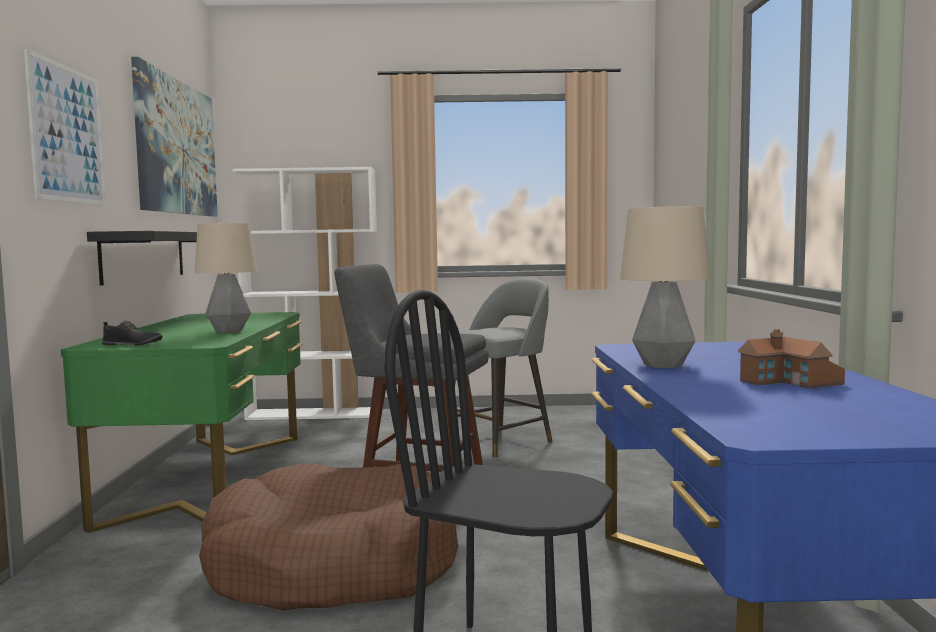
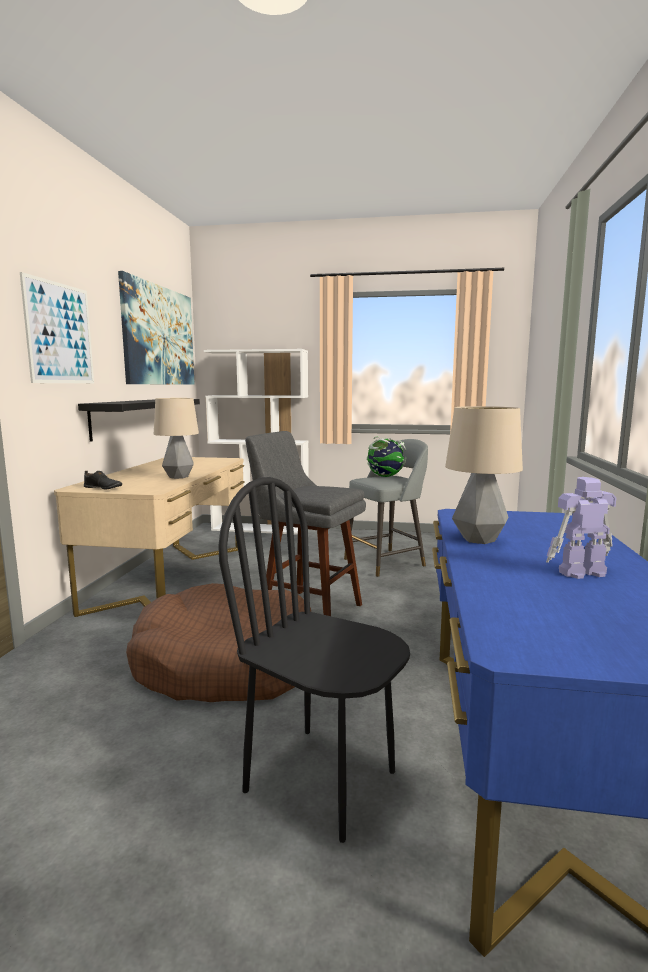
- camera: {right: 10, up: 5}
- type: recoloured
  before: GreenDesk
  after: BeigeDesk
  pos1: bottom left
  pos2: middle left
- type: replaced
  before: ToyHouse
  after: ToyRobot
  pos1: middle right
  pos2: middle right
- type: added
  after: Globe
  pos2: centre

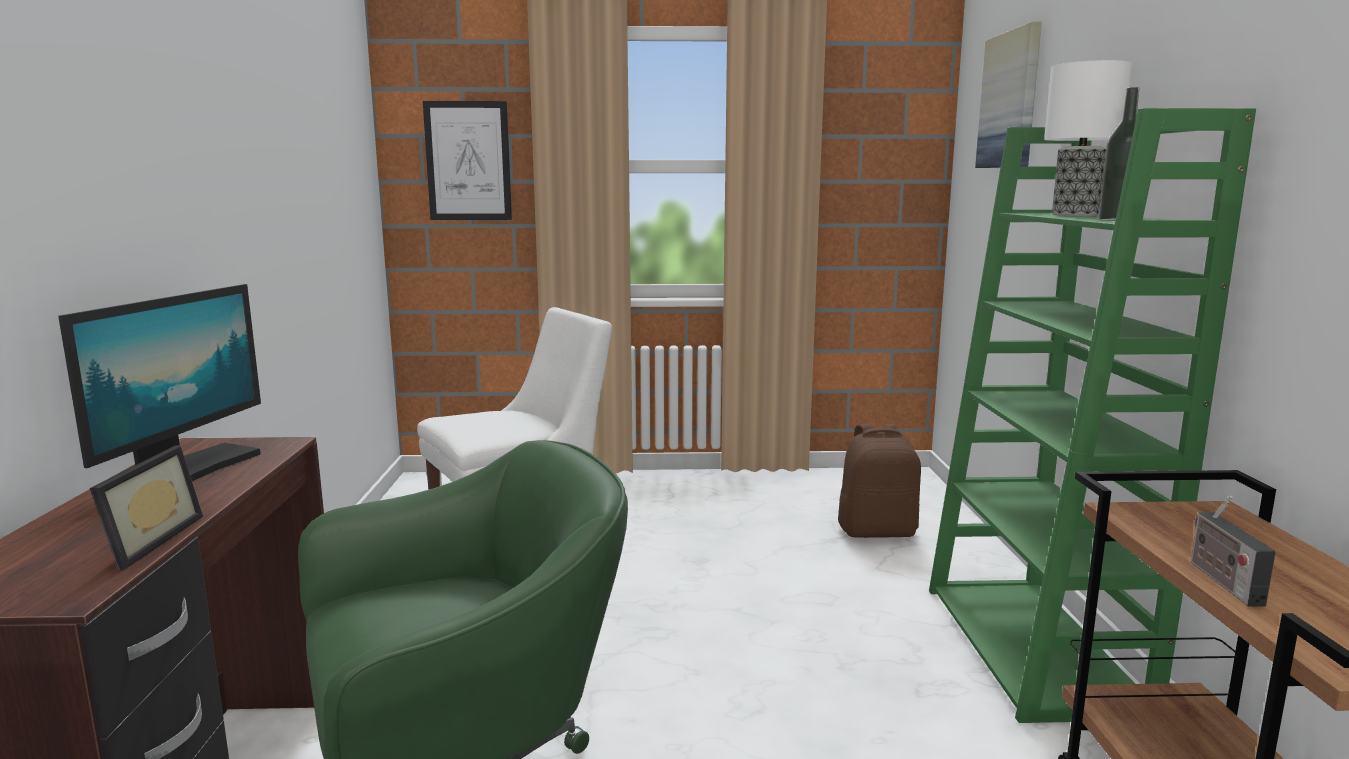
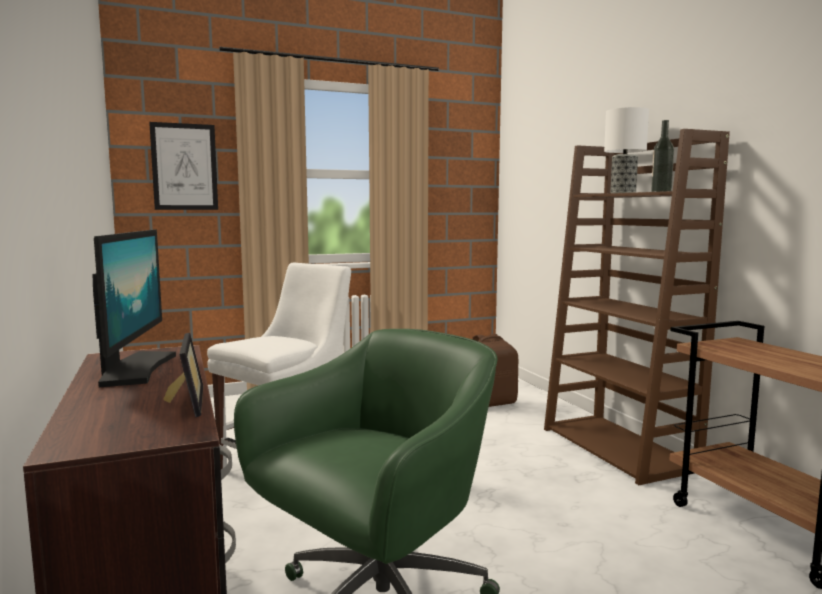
- camera: {right: -20, up: -5}
- type: removed
  before: Picture (2nd from left)
  pos1: top right
- type: recoloured
  before: GreenBookcase
  after: BrownBookcase
  pos1: middle right
  pos2: middle right
- type: removed
  before: Radio
  pos1: bottom right

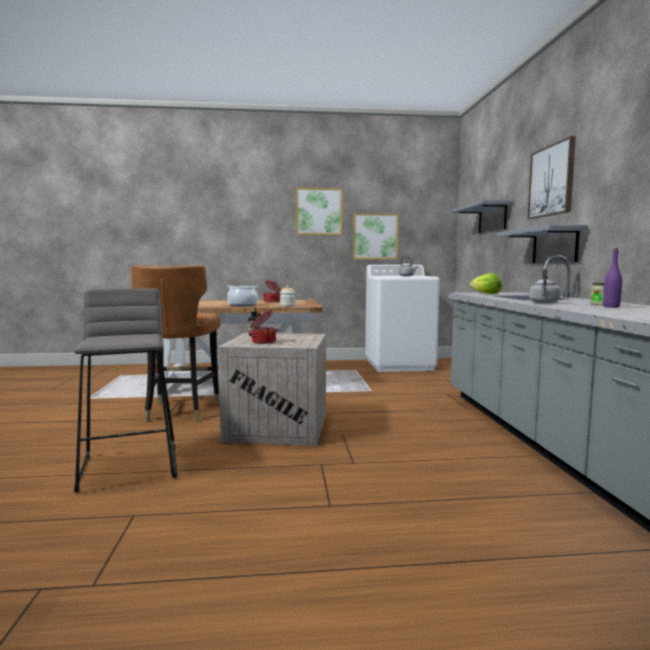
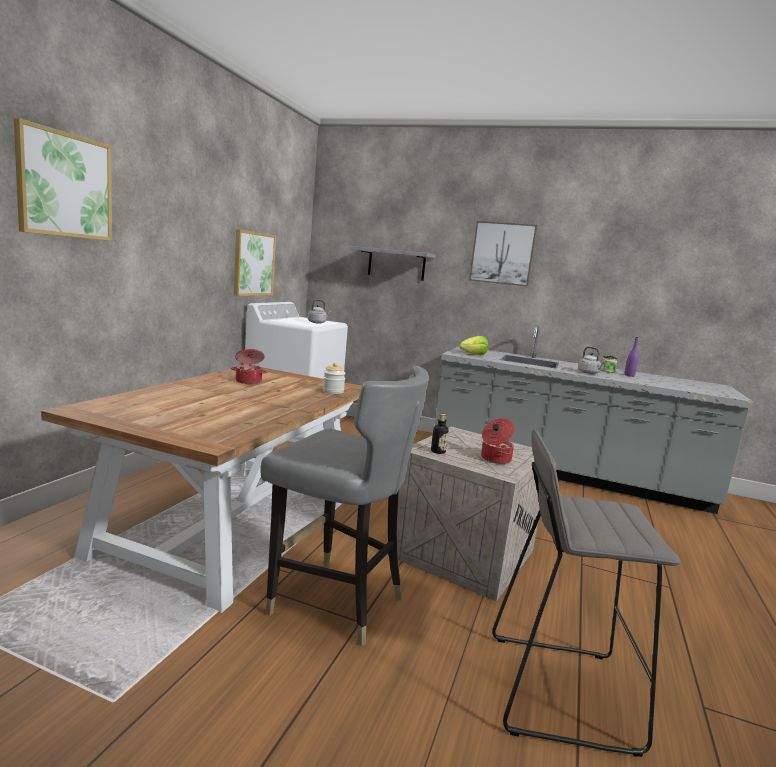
- camera: {right: -65, up: 5}
- type: moved
  before: Picture (1st from left)
  pos1: top centre
  pos2: top left
- type: removed
  before: GreyShelf (2nd from left)
  pos1: middle right
- type: recoloured
  before: BrownChair
  after: GreyChair
  pos1: middle left
  pos2: centre
- type: removed
  before: CookingPot (1st from left)
  pos1: centre

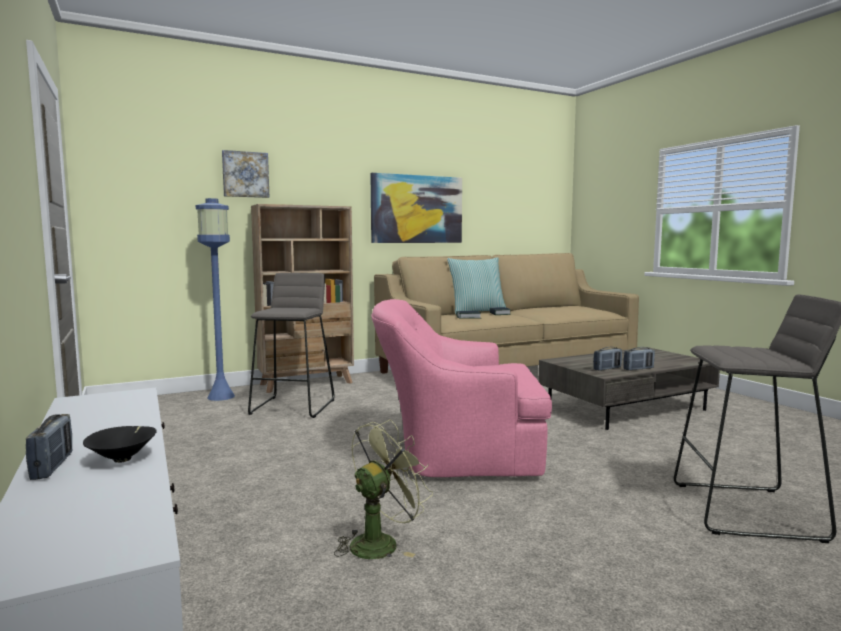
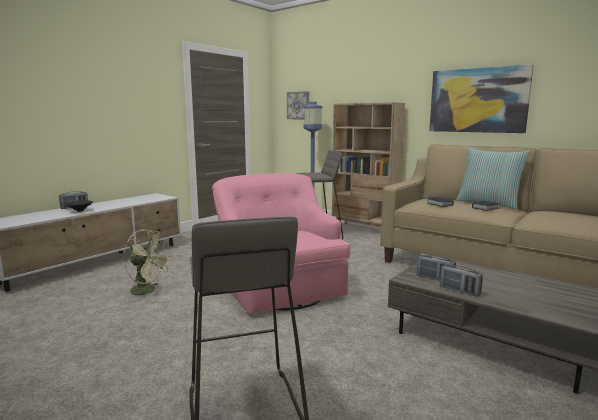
- camera: {right: 65, up: 5}
- type: moved
  before: Picture (1st from left)
  pos1: top left
  pos2: top centre

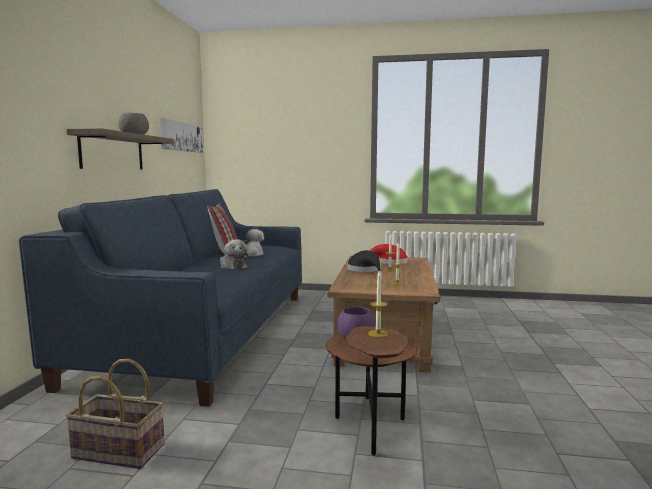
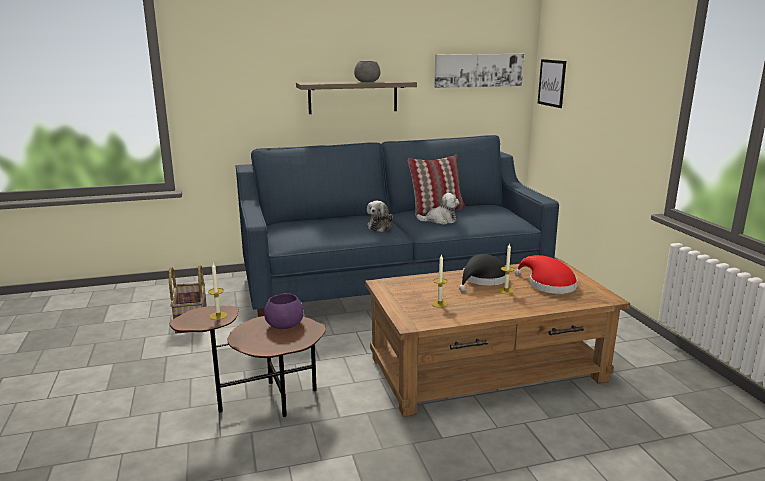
- camera: {right: 65, up: 10}
- type: added
  after: Picture (2nd from left)
  pos2: top right

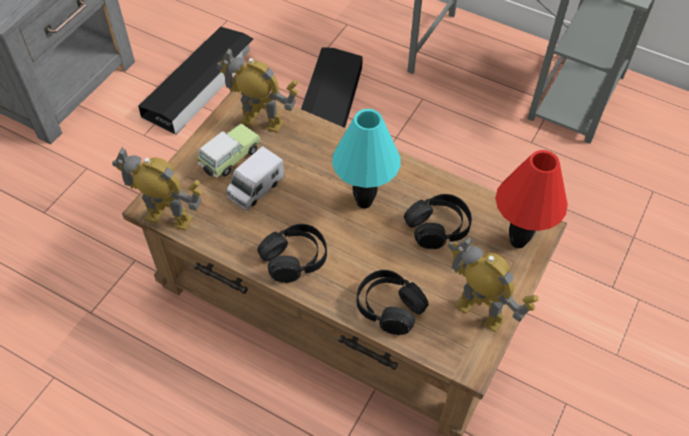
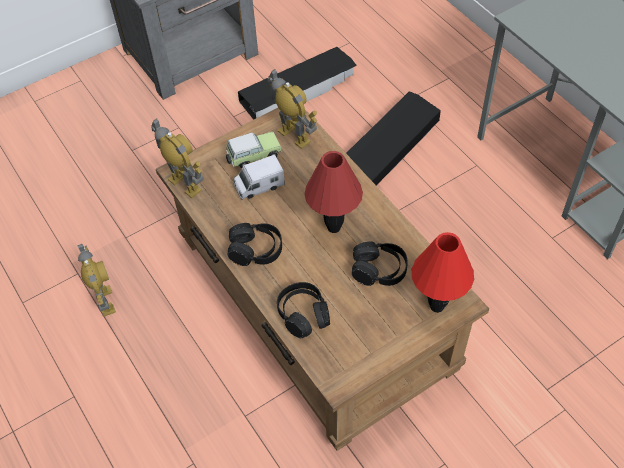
- camera: {right: 30, up: 0}
- type: recoloured
  before: TurquoiseTableLamp
  after: RedTableLamp (1st from left)
  pos1: centre
  pos2: centre
- type: moved
  before: ToyRobot (3rd from left in the first image)
  after: ToyRobot (1st from left)
  pos1: middle right
  pos2: middle left

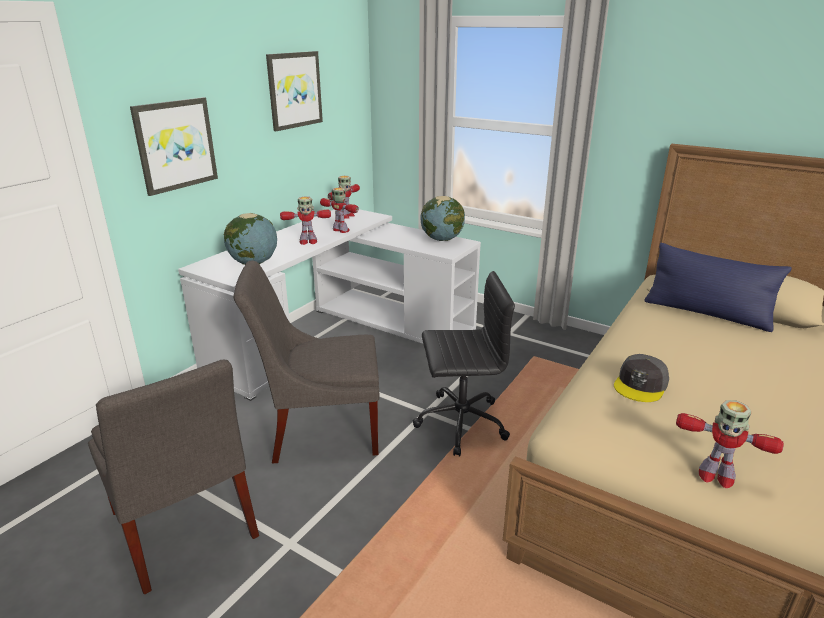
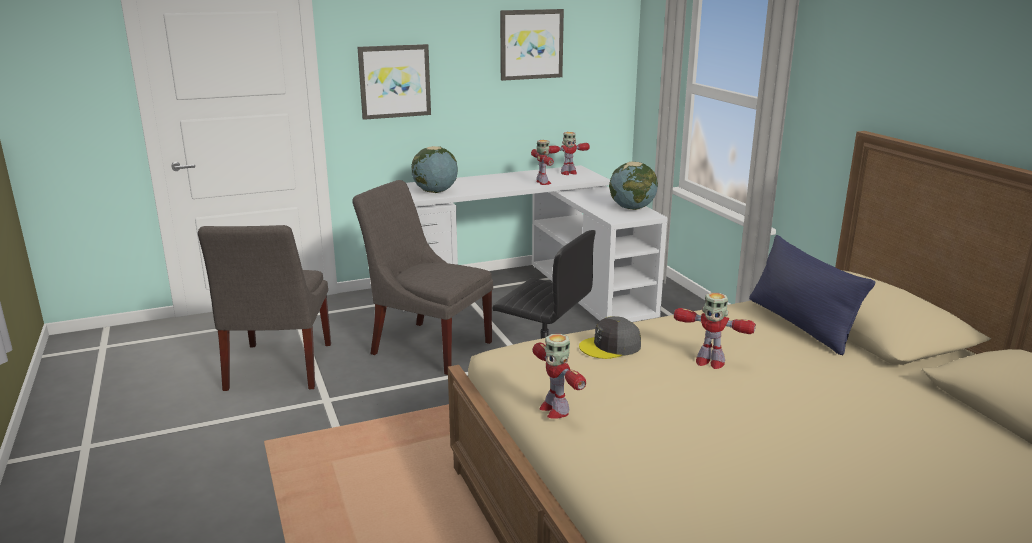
- camera: {right: 35, up: -5}
- type: moved
  before: ToyRobot (1st from left in the first image)
  after: ToyRobot (4th from left)
  pos1: centre
  pos2: middle right

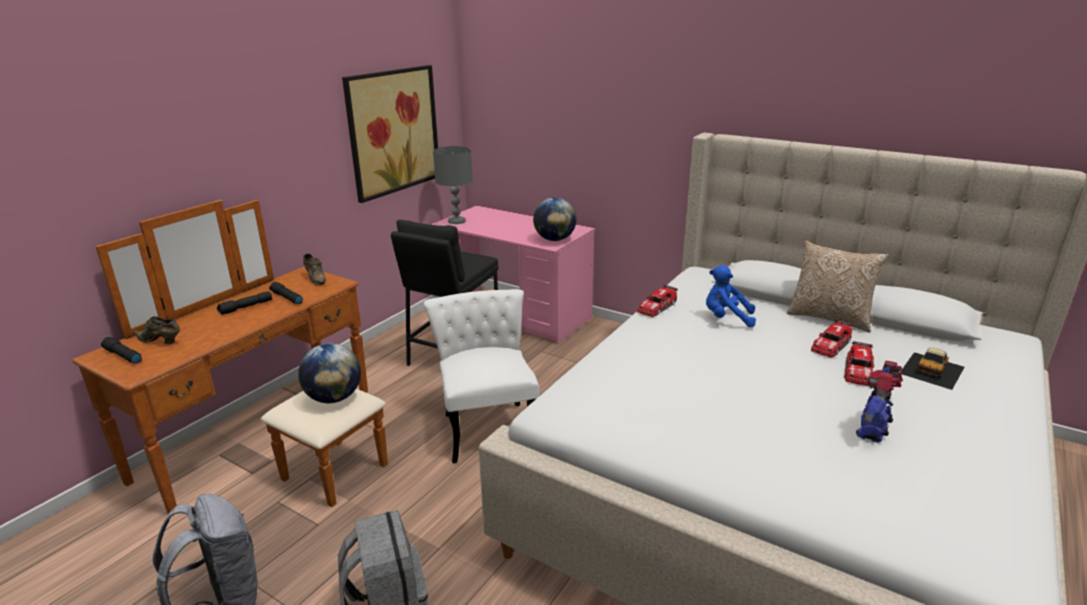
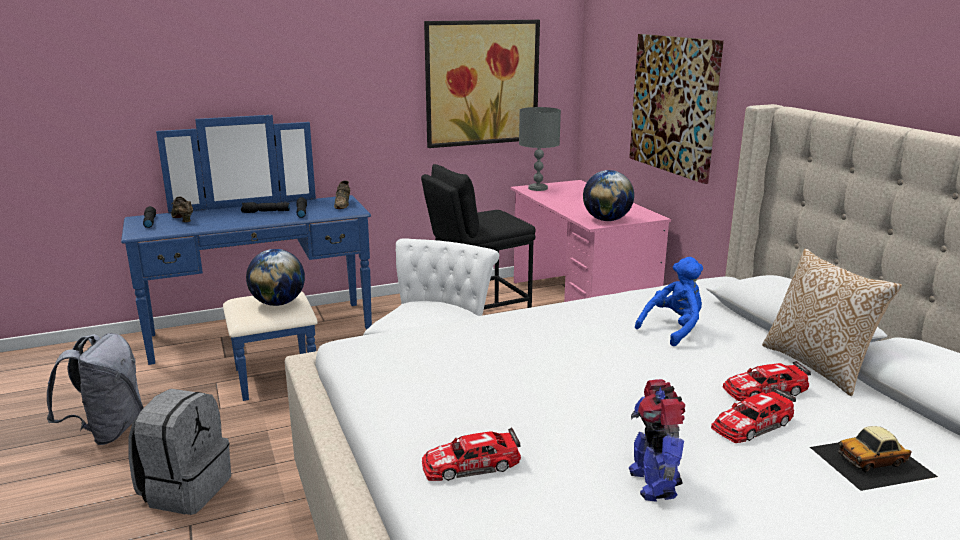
- camera: {right: 35, up: -5}
- type: recoloured
  before: BrownDresser
  after: BlueDresser
  pos1: middle left
  pos2: middle left
- type: turned
  before: BluePlushToy
  pos1: middle right
  pos2: middle right
  turn: 90
- type: moved
  before: ToyCar (1st from left)
  pos1: centre
  pos2: bottom centre
- type: turned
  before: ToyRobot
  pos1: middle right
  pos2: bottom right
  turn: -75
- type: added
  after: Picture (2nd from left)
  pos2: top right

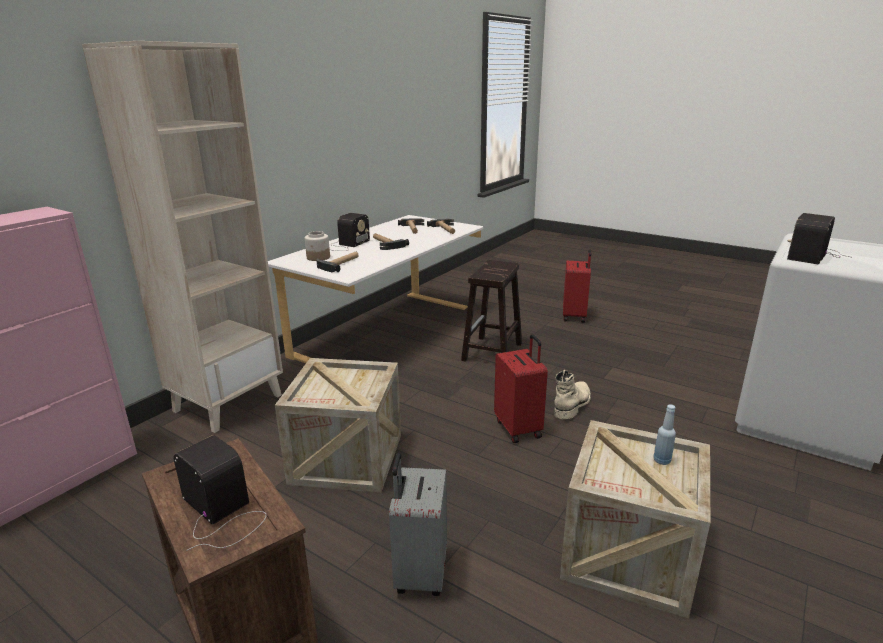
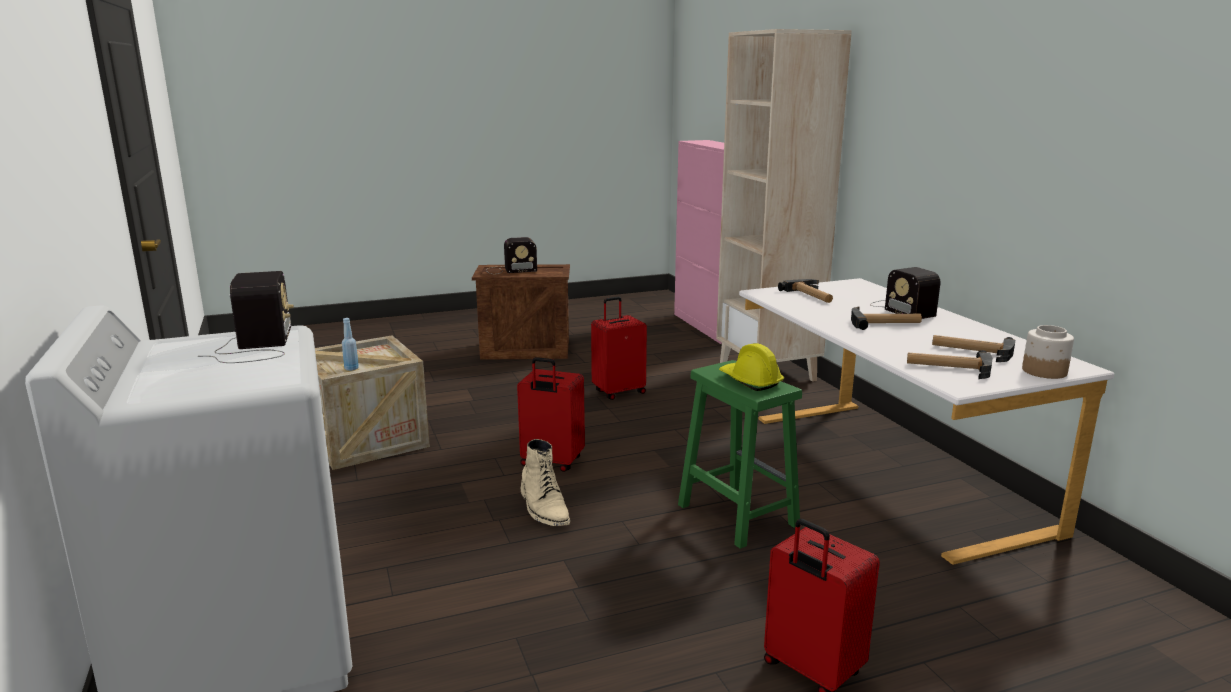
- camera: {right: 125, up: -5}
- type: moved
  before: Jar
  pos1: centre
  pos2: middle right
- type: recoloured
  before: BrownStool
  after: GreenStool
  pos1: centre
  pos2: centre
- type: replaced
  before: Crate (2nd from left)
  after: RedSuitcase (2nd from left)
  pos1: centre
  pos2: centre
- type: removed
  before: GreySuitcase
  pos1: bottom centre
- type: added
  after: YellowHardHat
  pos2: centre

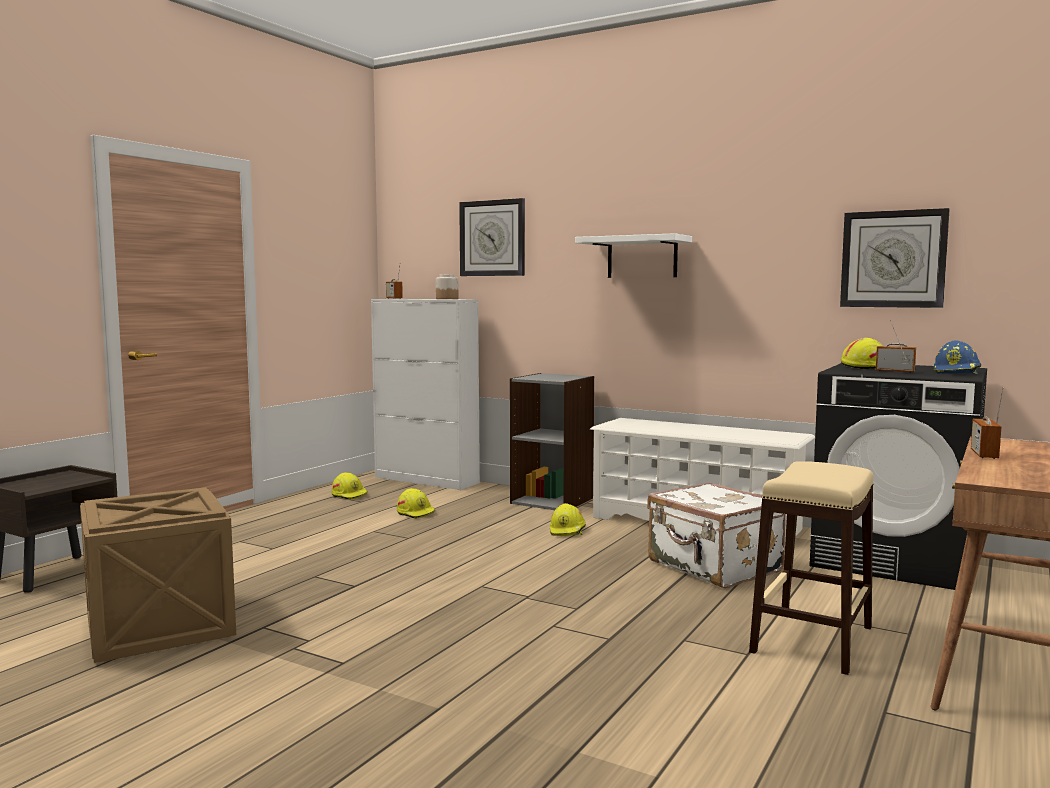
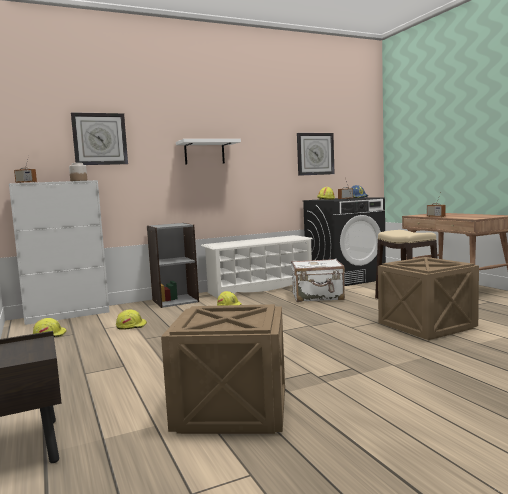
- camera: {right: -55, up: 0}
- type: added
  after: Crate (2nd from left)
  pos2: middle right

